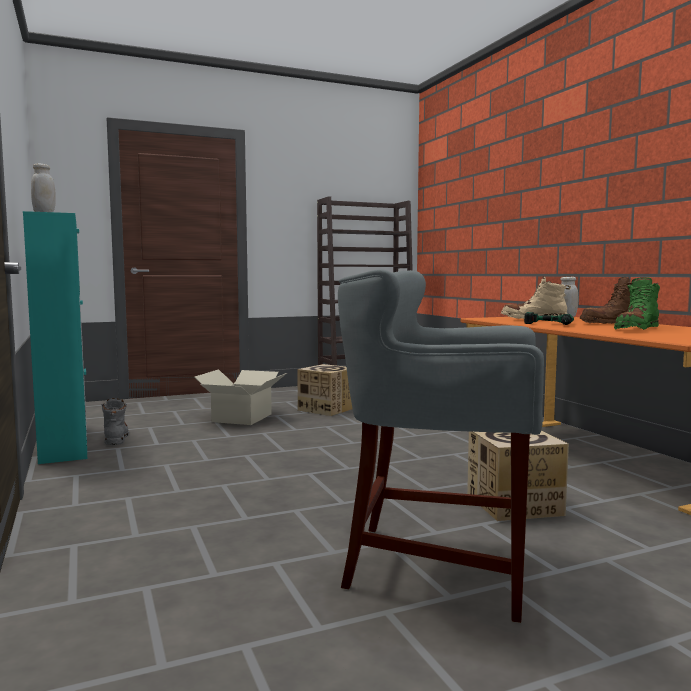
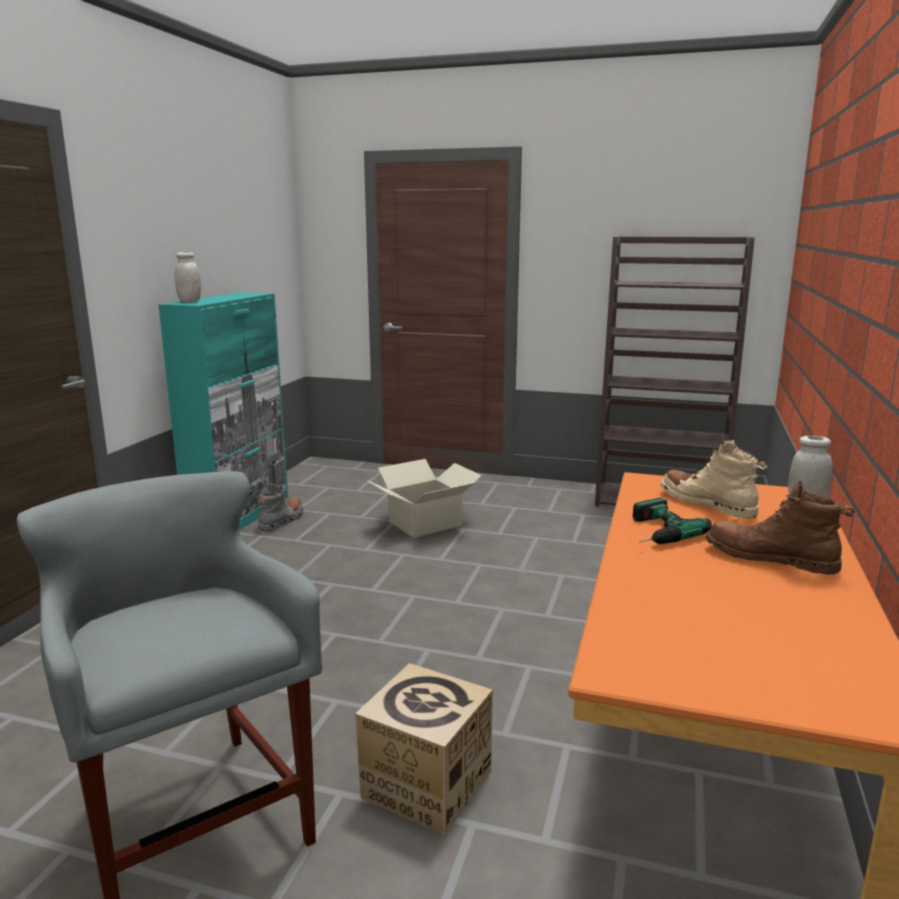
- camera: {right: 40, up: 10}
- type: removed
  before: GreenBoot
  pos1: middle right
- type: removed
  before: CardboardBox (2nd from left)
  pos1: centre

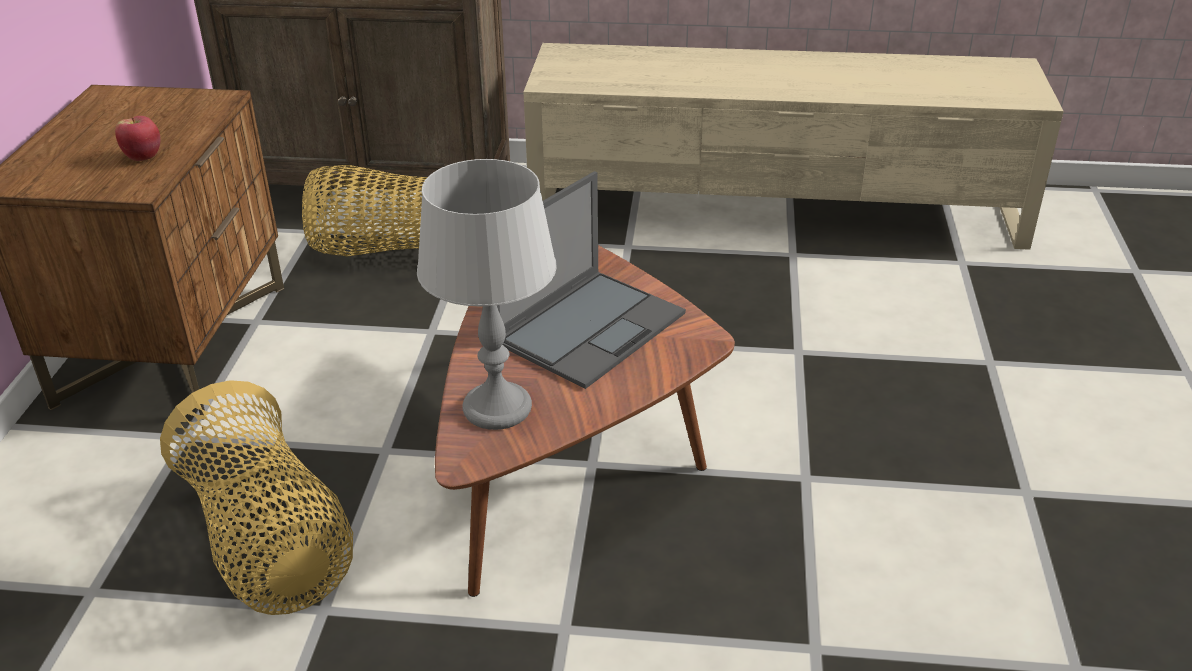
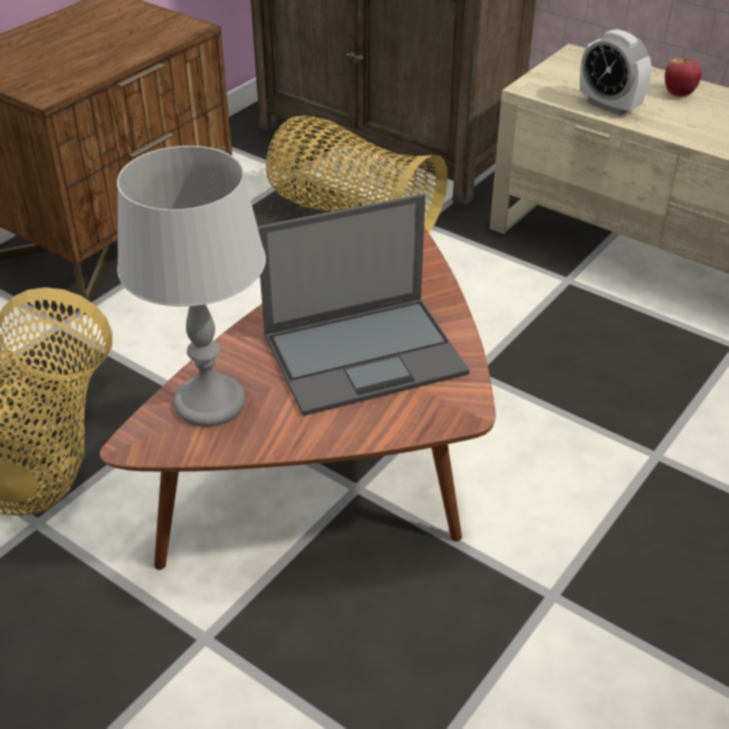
- camera: {right: 30, up: 5}
- type: moved
  before: Apple
  pos1: top left
  pos2: top right
- type: added
  after: AlarmClock
  pos2: top right

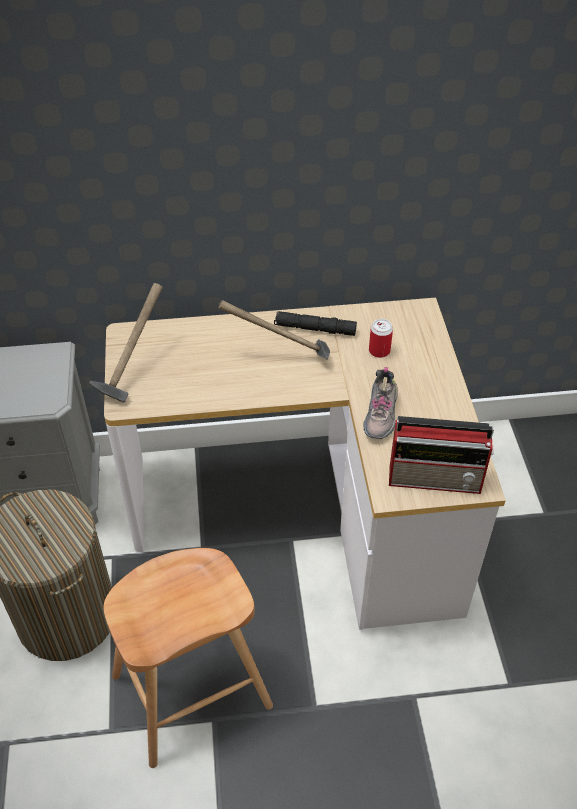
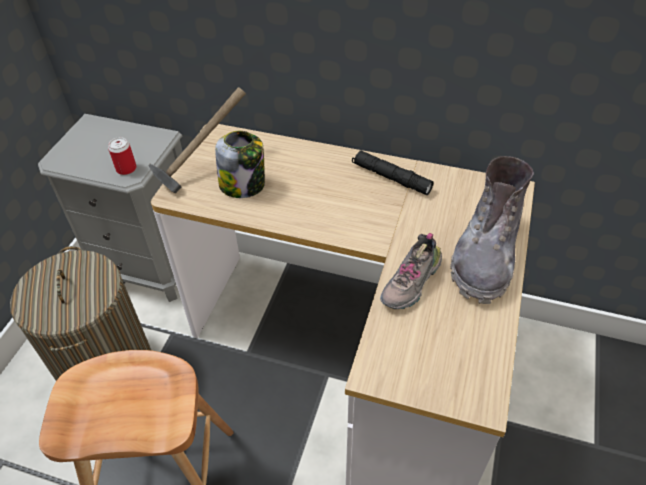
- camera: {right: 25, up: 0}
- type: removed
  before: Hammer (2nd from left)
  pos1: centre
- type: moved
  before: Can
  pos1: centre
  pos2: top left
- type: removed
  before: Radio
  pos1: middle right
- type: added
  after: Jar
  pos2: centre
- type: added
  after: GreyBoot
  pos2: middle right

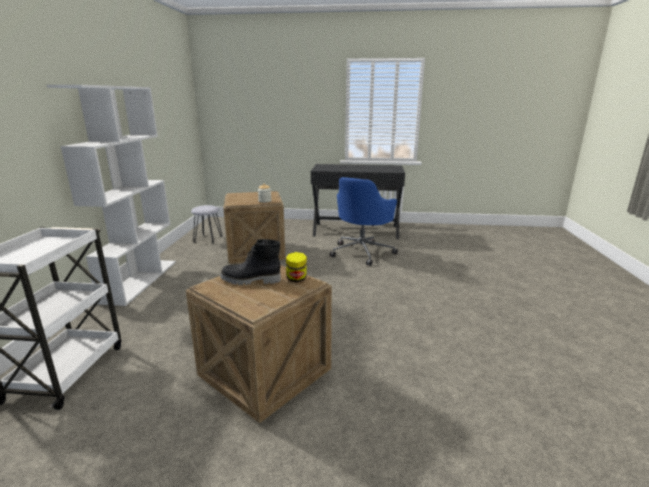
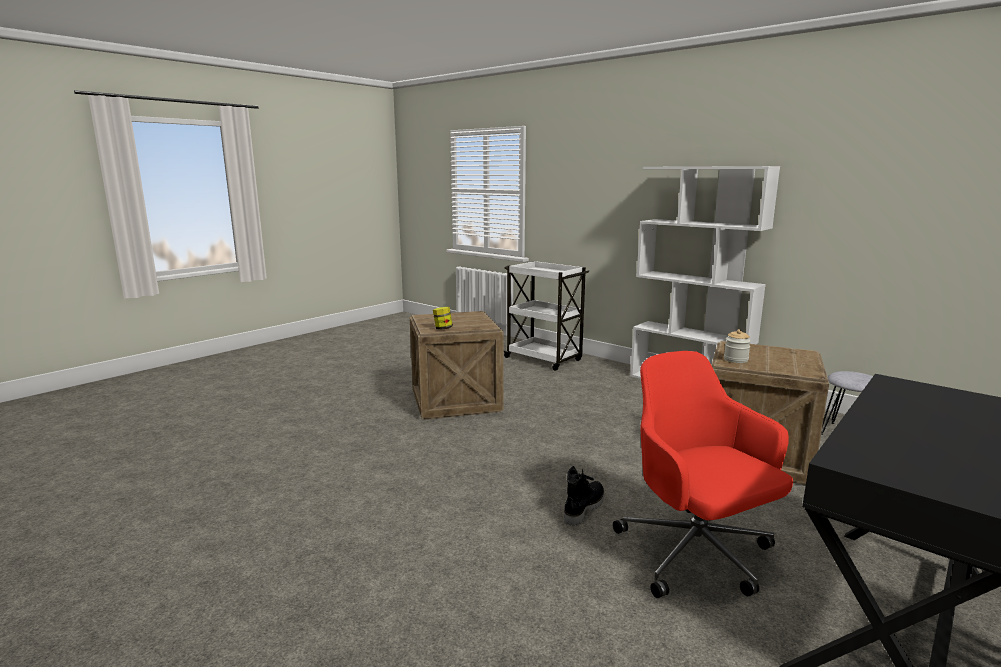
- camera: {right: 125, up: -5}
- type: recoloured
  before: BlueOfficeChair
  after: RedOfficeChair
  pos1: centre
  pos2: bottom right
- type: moved
  before: BlackBoot
  pos1: centre
  pos2: bottom centre

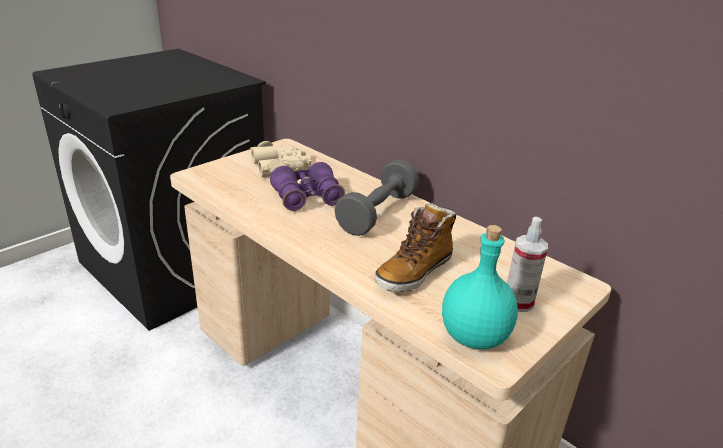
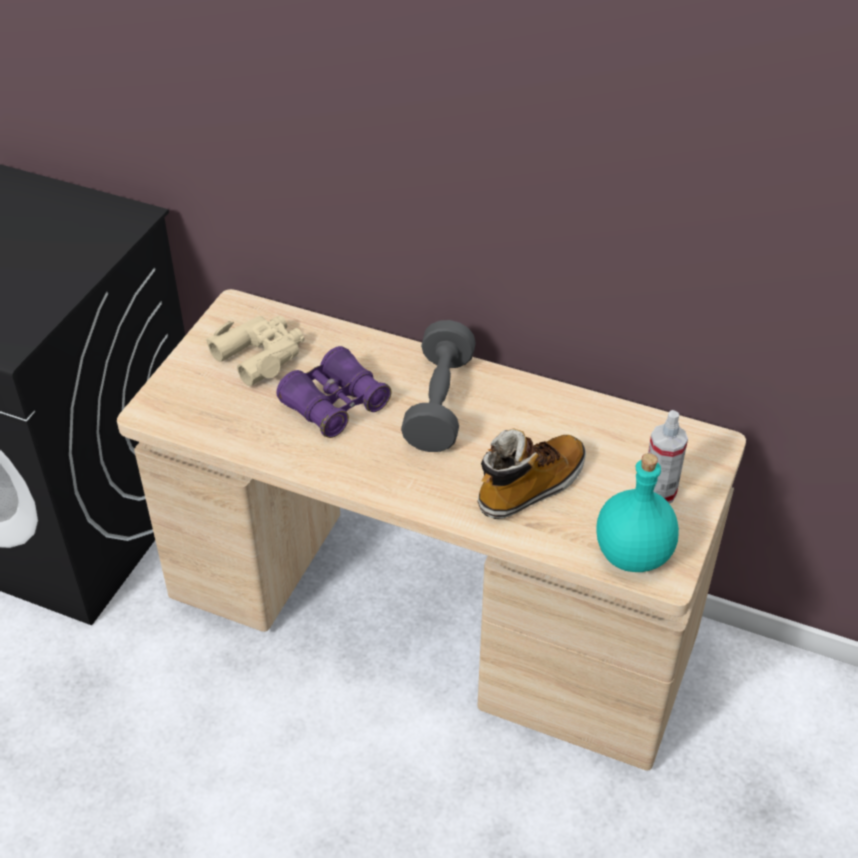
- camera: {right: -20, up: 15}
- type: turned
  before: Boot
  pos1: centre
  pos2: centre
  turn: -150

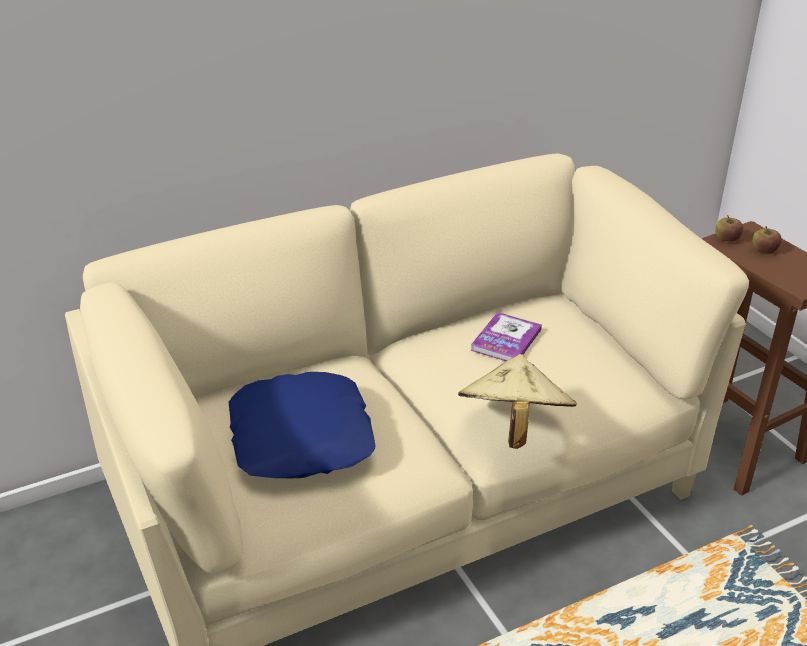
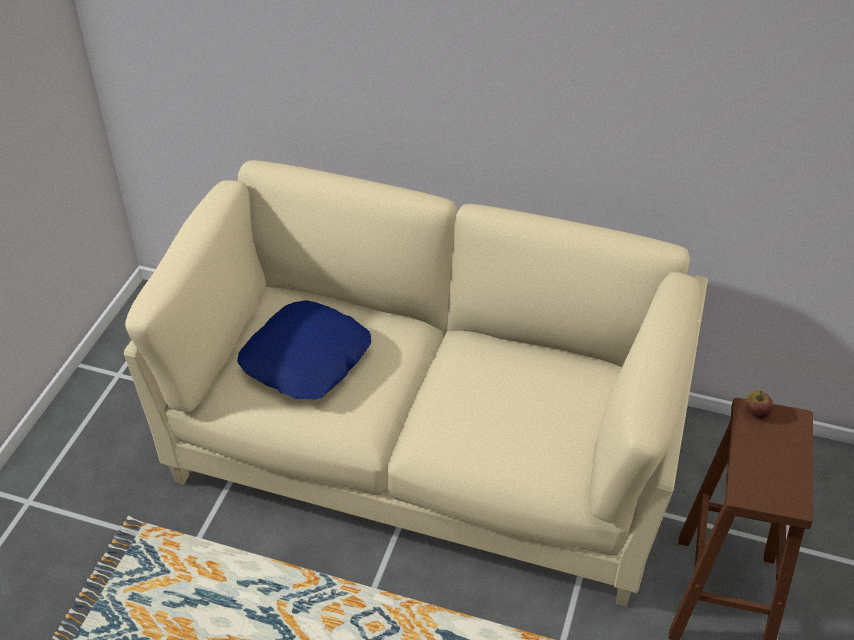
- camera: {right: 45, up: 10}
- type: removed
  before: Apple (2nd from left)
  pos1: middle right
- type: removed
  before: Book
  pos1: centre
- type: removed
  before: BeigeHat
  pos1: centre

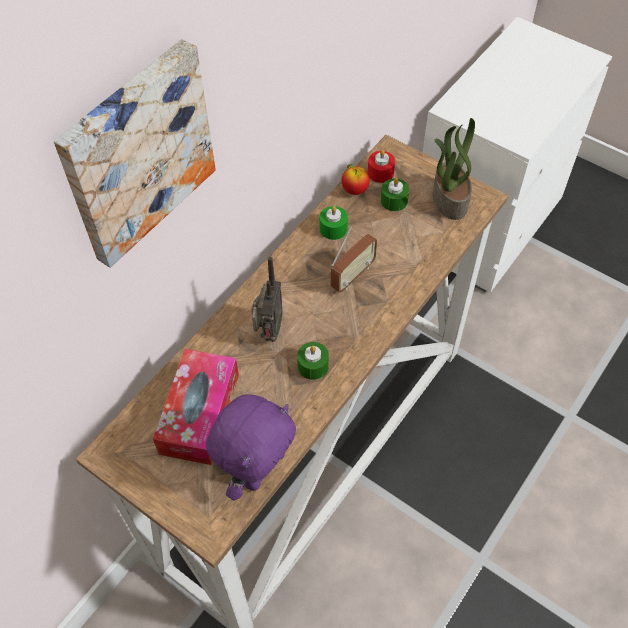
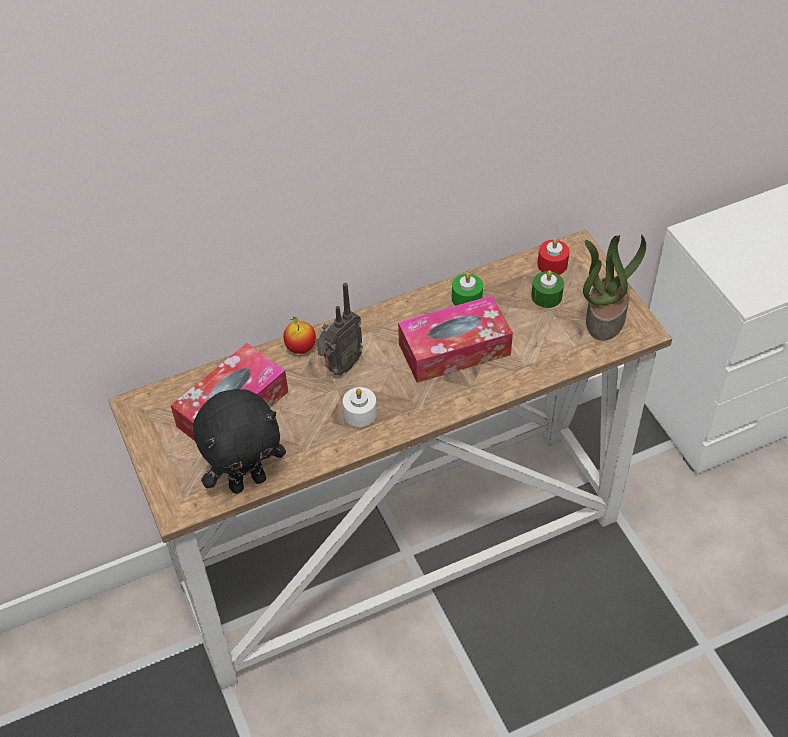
- camera: {right: 30, up: -5}
- type: removed
  before: Picture
  pos1: top left
- type: moved
  before: Apple
  pos1: top centre
  pos2: centre
- type: replaced
  before: Radio (2nd from left)
  after: TissueBox (2nd from left)
  pos1: centre
  pos2: centre
- type: recoloured
  before: GreenCandle (1st from left)
  after: WhiteCandle
  pos1: centre
  pos2: centre
- type: recoloured
  before: PurplePlushToy
  after: BlackPlushToy
  pos1: bottom centre
  pos2: middle left

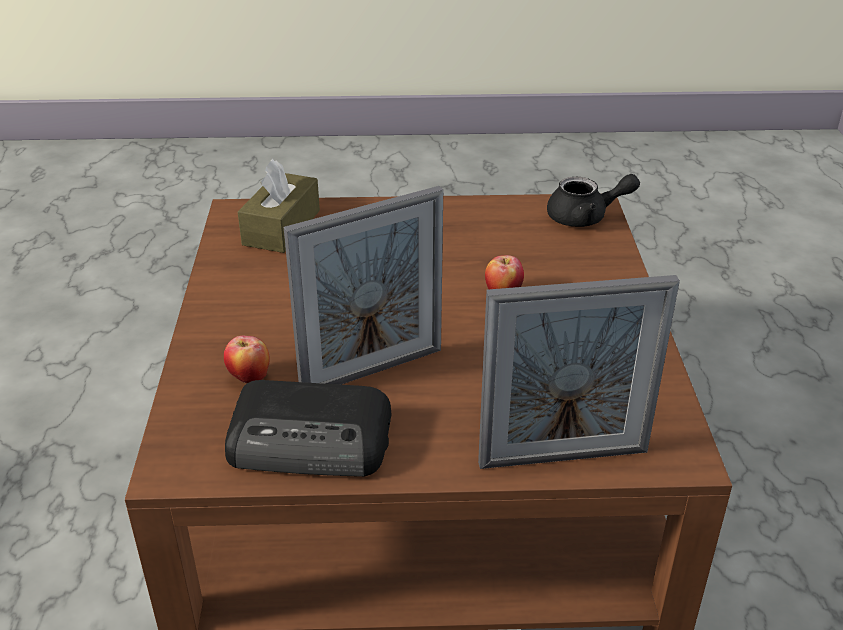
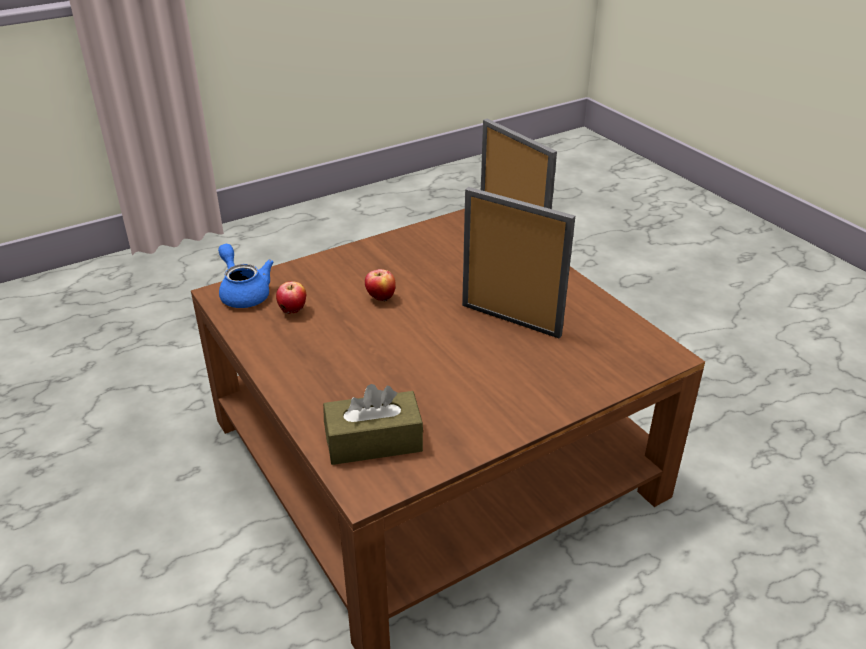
- camera: {right: -120, up: 0}
- type: recoloured
  before: BlackTeapot
  after: BlueTeapot
  pos1: top right
  pos2: middle left
- type: moved
  before: Apple (1st from left)
  pos1: middle left
  pos2: centre
- type: removed
  before: Radio
  pos1: bottom centre

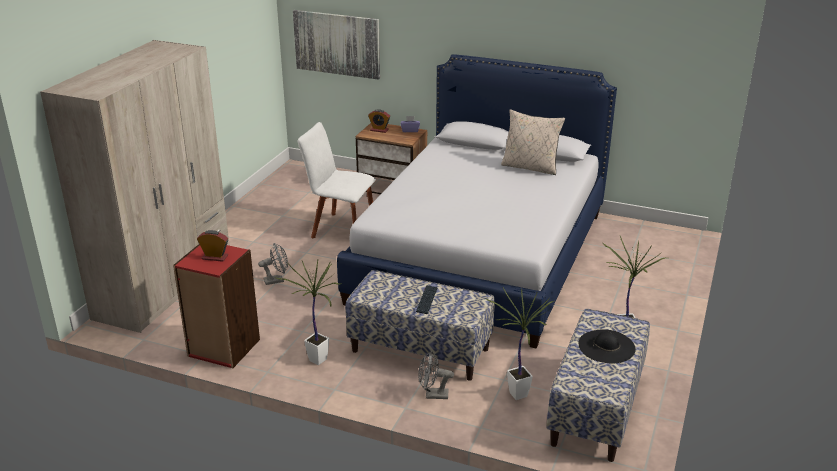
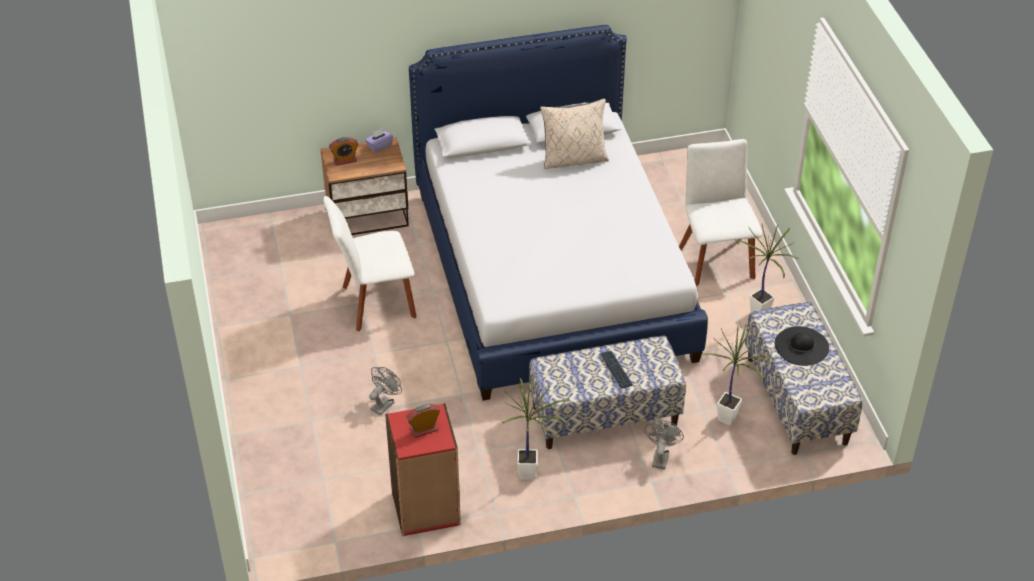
- camera: {right: -35, up: 15}
- type: removed
  before: Picture
  pos1: top centre
- type: removed
  before: BeigeWardrobe
  pos1: middle left
- type: turned
  before: GreyFan (2nd from left)
  pos1: bottom centre
  pos2: bottom centre
  turn: 135
- type: added
  after: WhiteChair (2nd from left)
  pos2: middle right

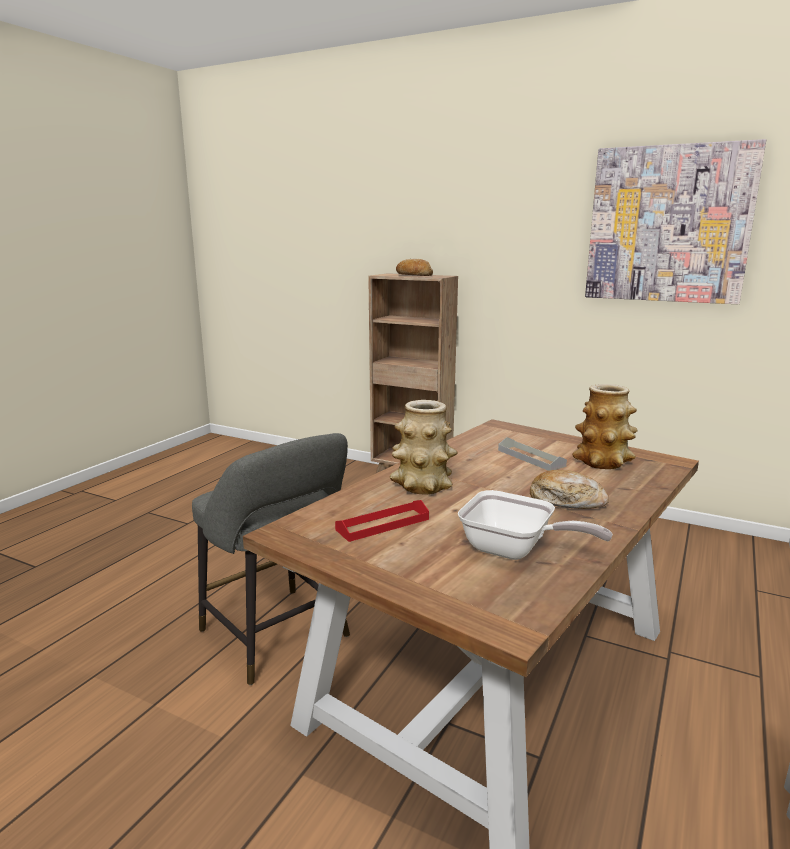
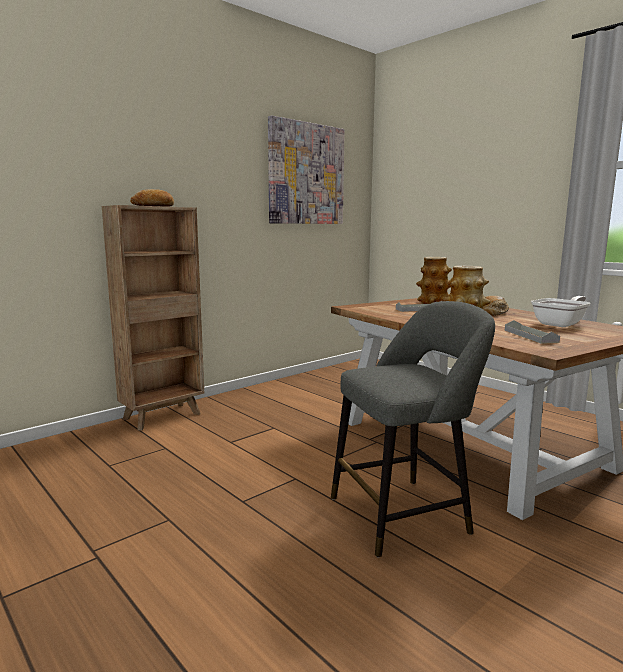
- camera: {right: -70, up: -5}
- type: recoloured
  before: RedTray
  after: GreyTray (2nd from left)
  pos1: centre
  pos2: middle right

